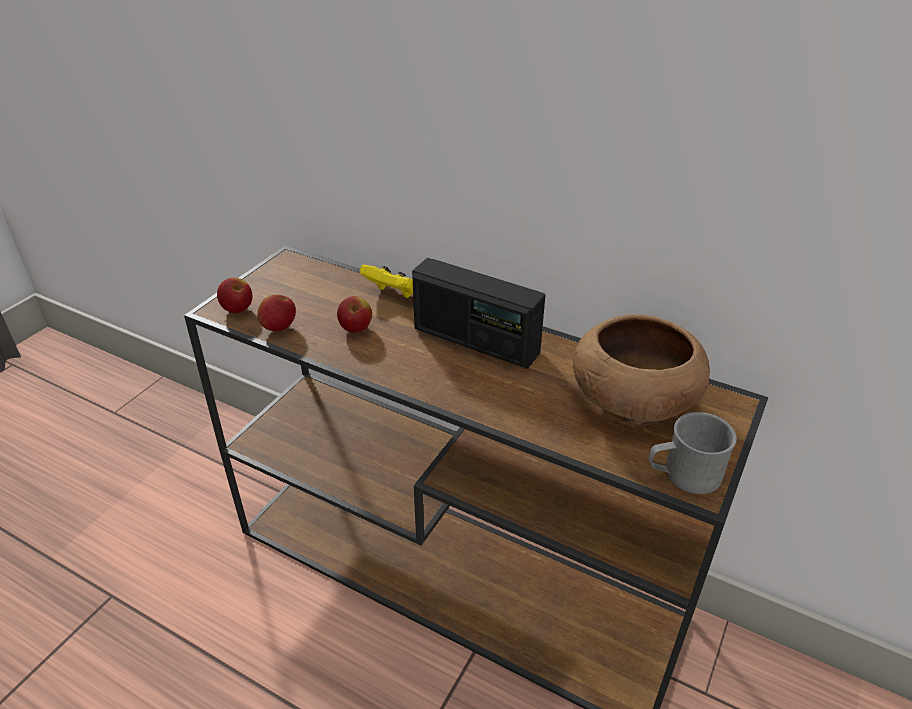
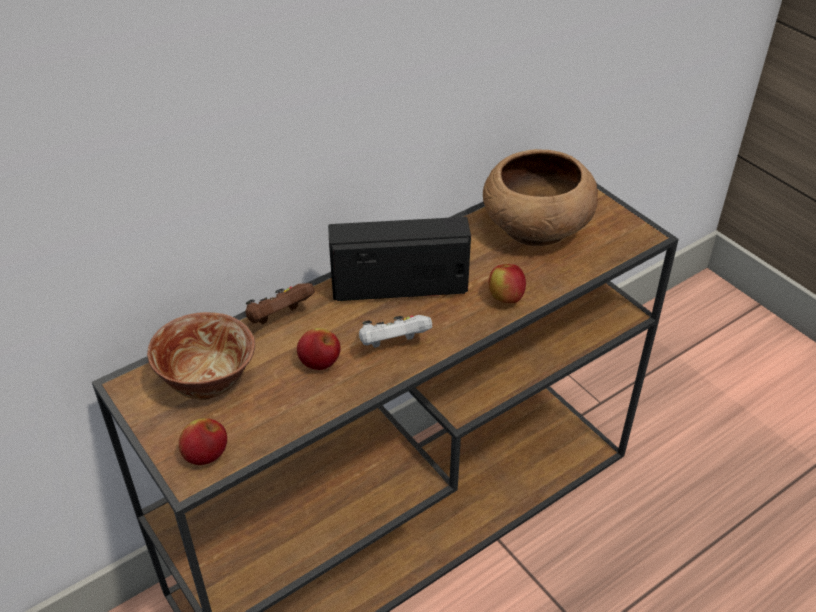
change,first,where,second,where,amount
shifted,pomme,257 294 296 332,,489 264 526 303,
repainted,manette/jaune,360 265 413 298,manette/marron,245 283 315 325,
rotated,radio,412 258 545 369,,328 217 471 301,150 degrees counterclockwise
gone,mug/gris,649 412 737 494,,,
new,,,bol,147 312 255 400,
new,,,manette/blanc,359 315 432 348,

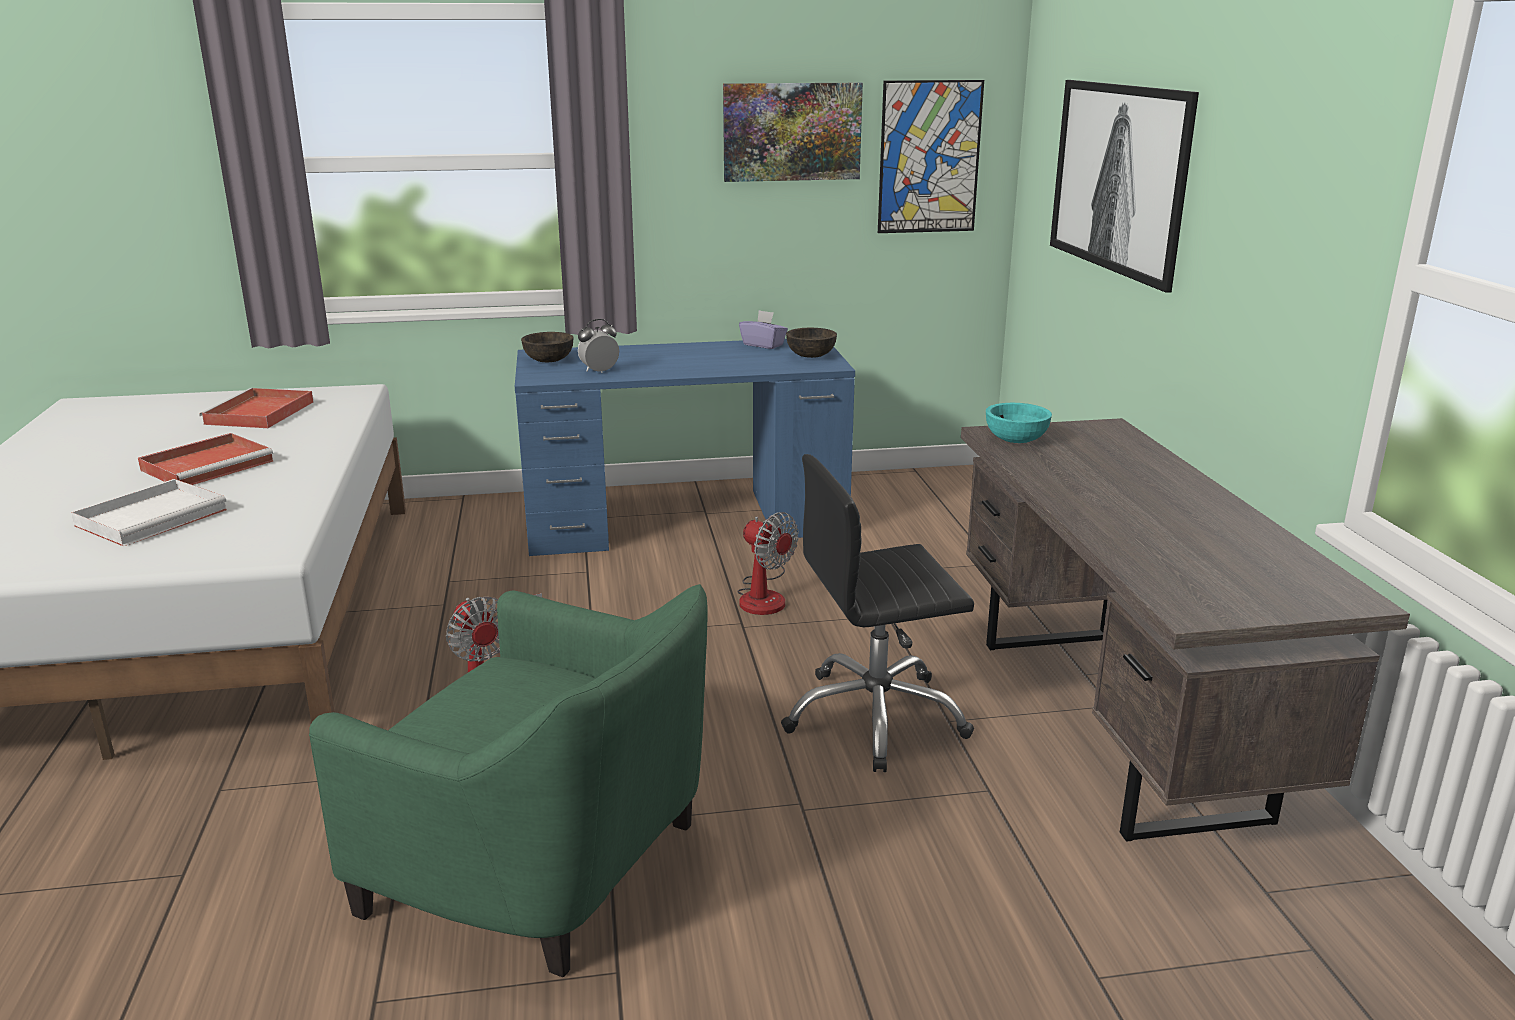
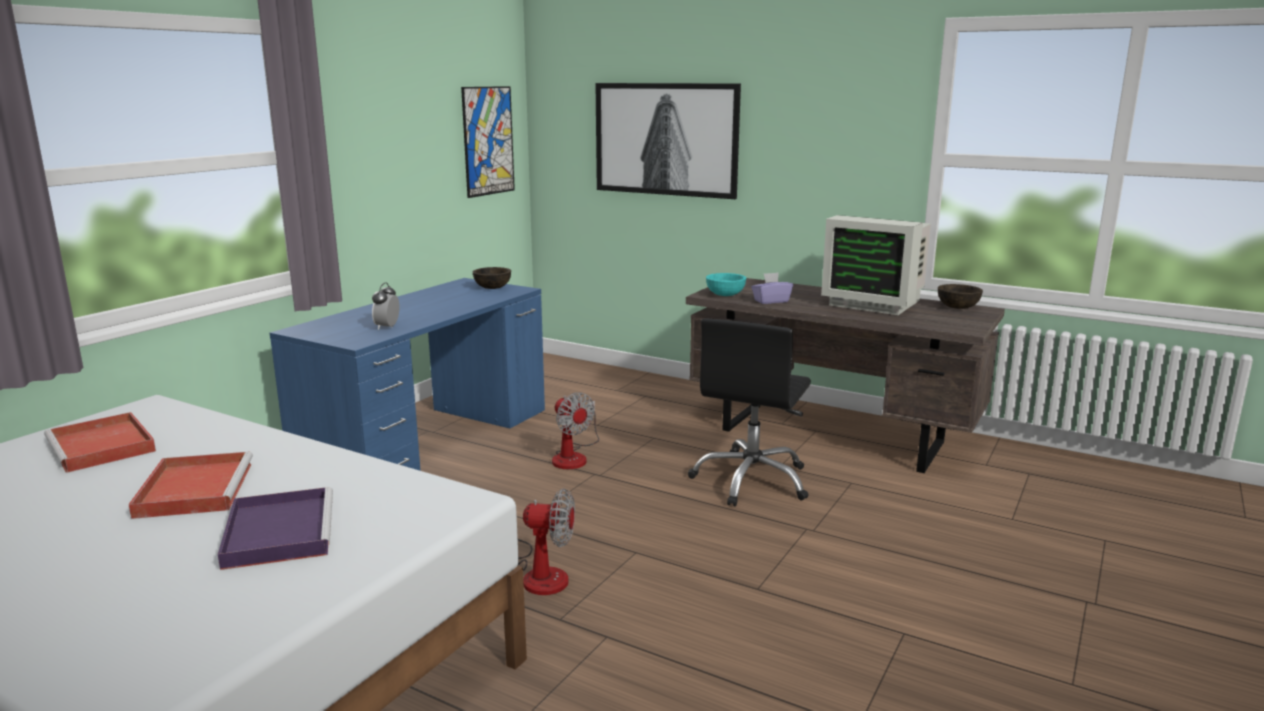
change,first,where,second,where,amount
repainted,plateau/blanc,71 479 227 546,plateau/violet,218 487 333 570,
gone,fauteuil/vert,309 584 708 977,,,
shifted,bol/marron,521 332 574 362,,938 284 983 309,
gone,tableau,723 83 863 182,,,
rotated,ventilateur,737 512 799 615,,552 392 599 469,60 degrees clockwise
shifted,boîte à mouchoirs/violet,739 310 788 349,,751 273 793 304,
new,,,écran d'ordinateur,821 215 931 315,

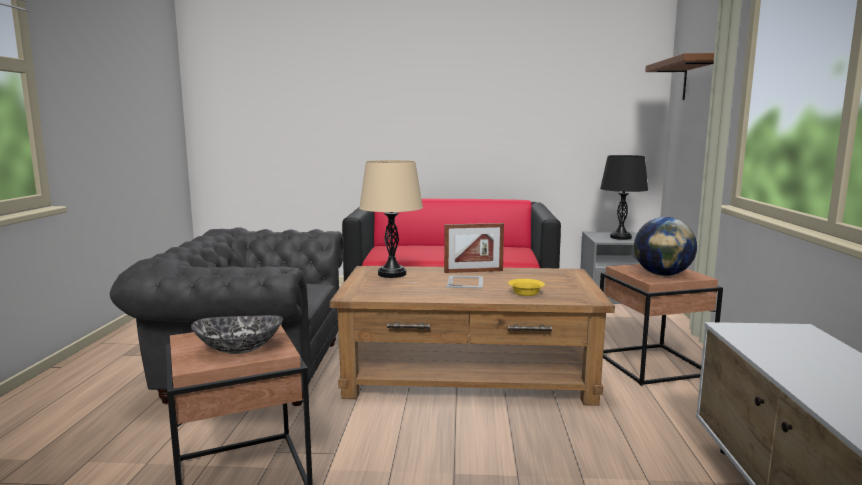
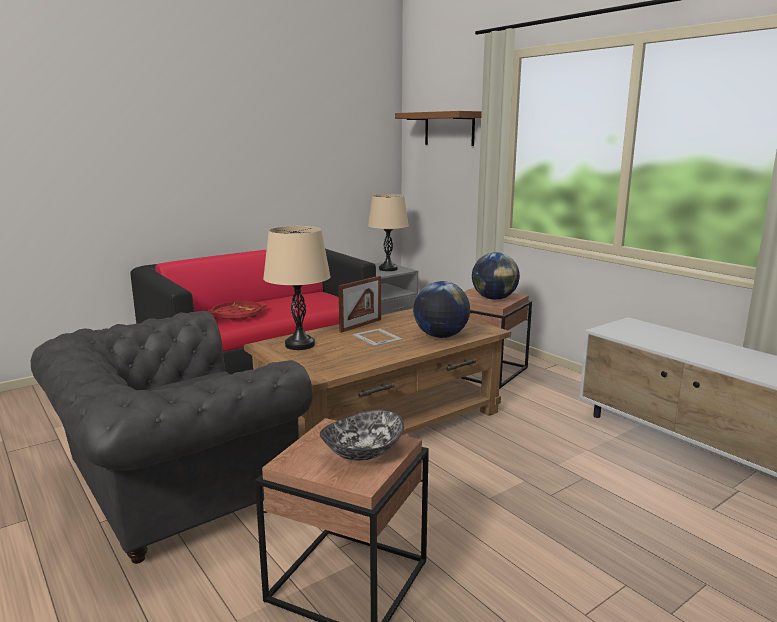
change,first,where,second,where,amount
swapped,bol/jaune,508 279 545 296,globe,413 281 470 338,
repainted,lampe de table/noir,600 155 648 240,lampe de table/beige,368 194 409 271,
new,,,plateau/rouge,208 301 267 320,

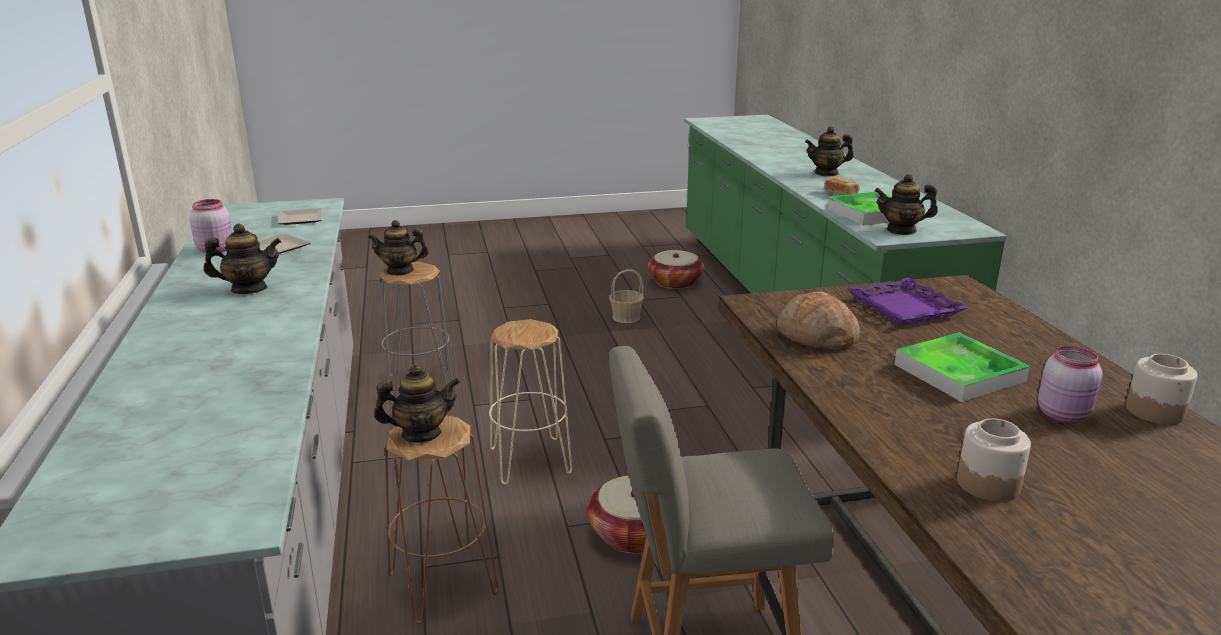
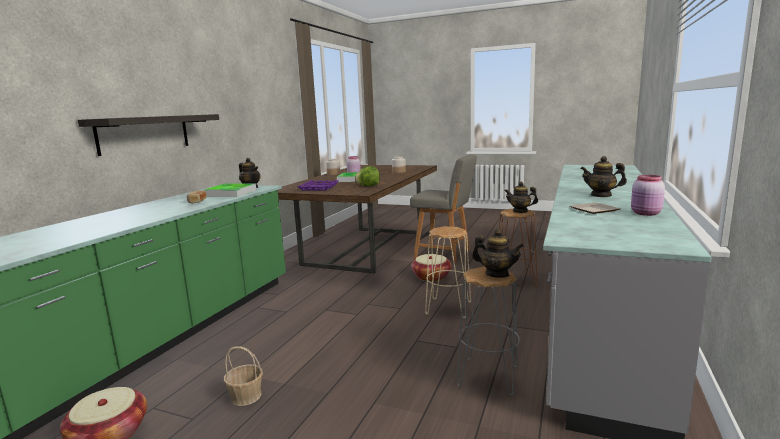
change,first,where,second,where,amount
gone,assiette,278 208 323 225,,,
swapped,pain,777 291 860 350,laitue,355 166 380 186,
gone,théière,805 126 854 176,,,
new,,,étagère,78 114 219 156,

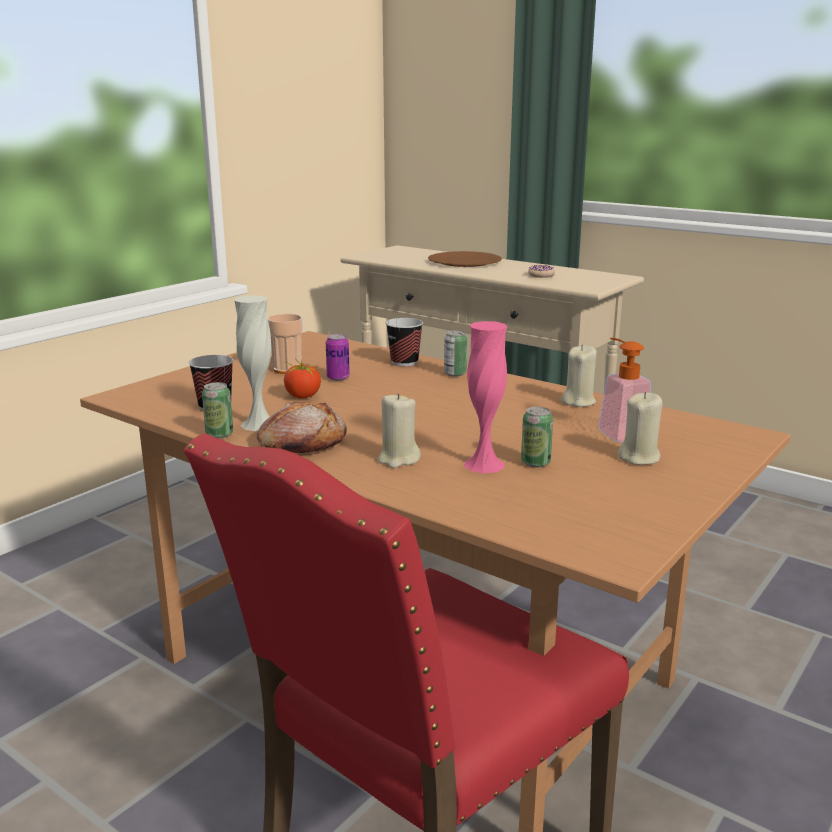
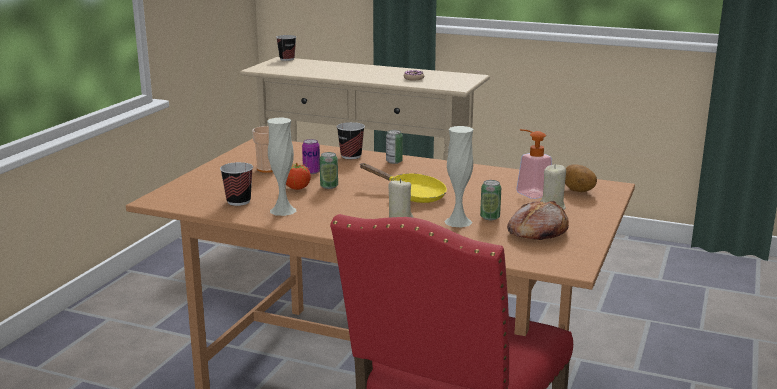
change,first,where,second,where,amount
shifted,boîte métallique,202 382 233 439,,319 152 338 189,
shifted,pain,257 402 347 453,,507 201 569 240,
gone,assiette/marron,428 251 502 267,,,
repainted,vase/rose,464 321 507 473,vase/blanc,444 126 473 227,
gone,bougie/beige,561 345 597 407,,,
new,,,tasse,276 35 296 61,
new,,,poêle/jaune,360 163 447 203,
new,,,pomme de terre,565 164 597 192,

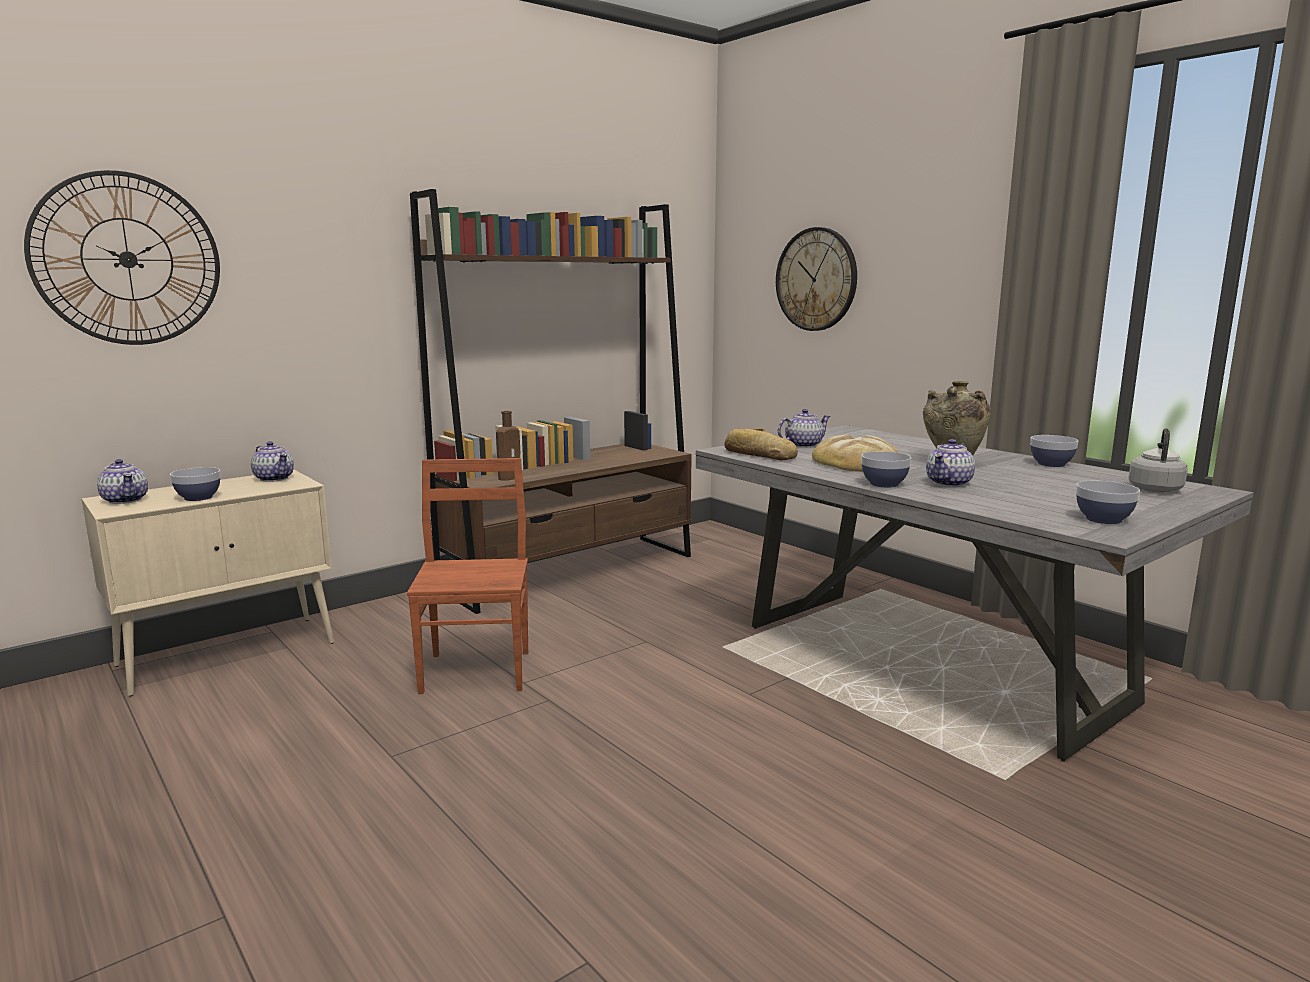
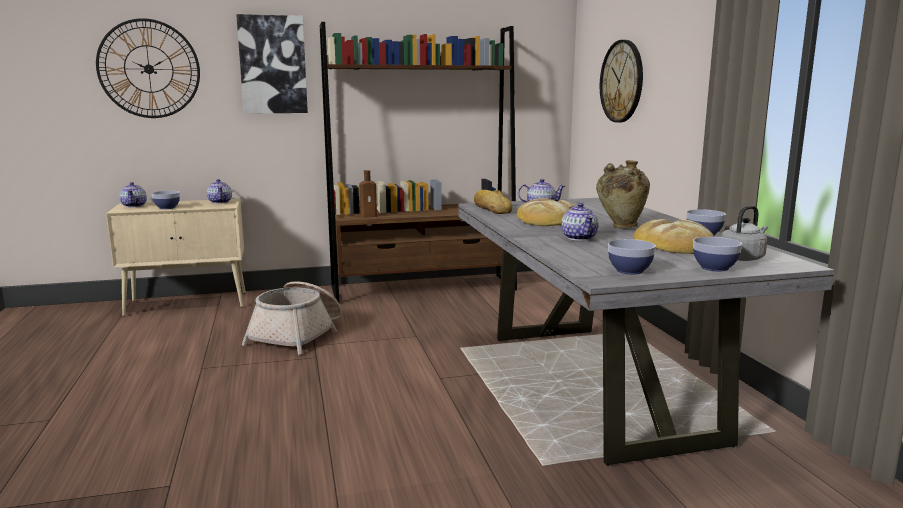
change,first,where,second,where,amount
swapped,chaise/marron,407 458 528 694,panier,242 281 342 355,
shifted,bol,861 451 911 487,,693 237 742 271,
rotated,théière,926 439 975 487,,561 203 599 241,75 degrees counterclockwise
new,,,tableau,236 14 308 114,
new,,,pain,633 219 714 254,

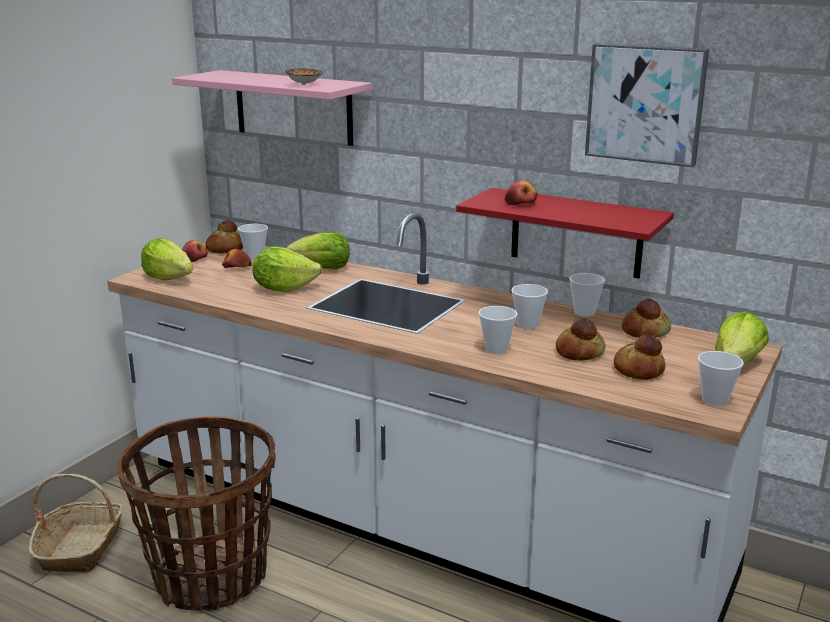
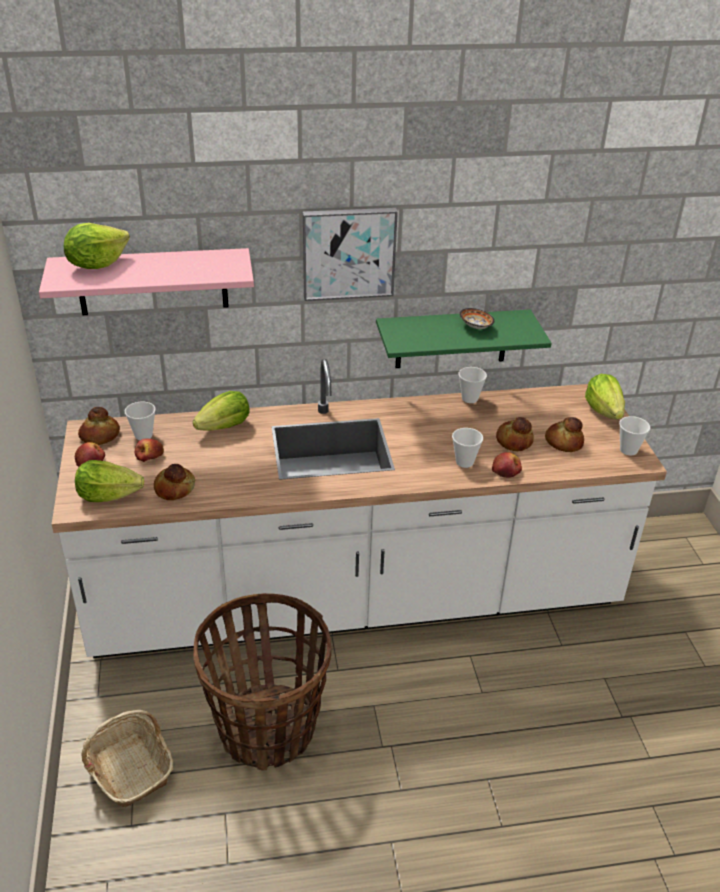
change,first,where,second,where,amount
shifted,laitue,252 247 322 292,,64 223 130 269,
shifted,bol,285 69 323 85,,460 308 494 329,
repainted,étagère/rouge,456 188 674 278,étagère/vert,376 310 552 368,
shifted,pomme,505 180 538 205,,492 452 522 478,
gone,tasse,511 284 548 329,,,
shifted,tableau,585 43 709 167,,303 208 398 301,
shifted,pain,622 298 671 338,,154 464 195 500,

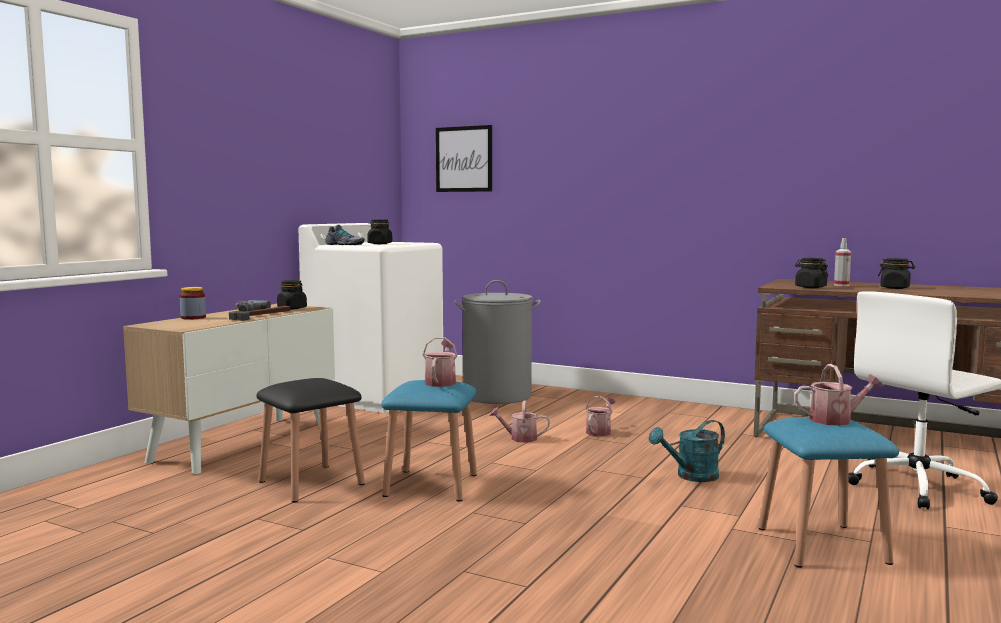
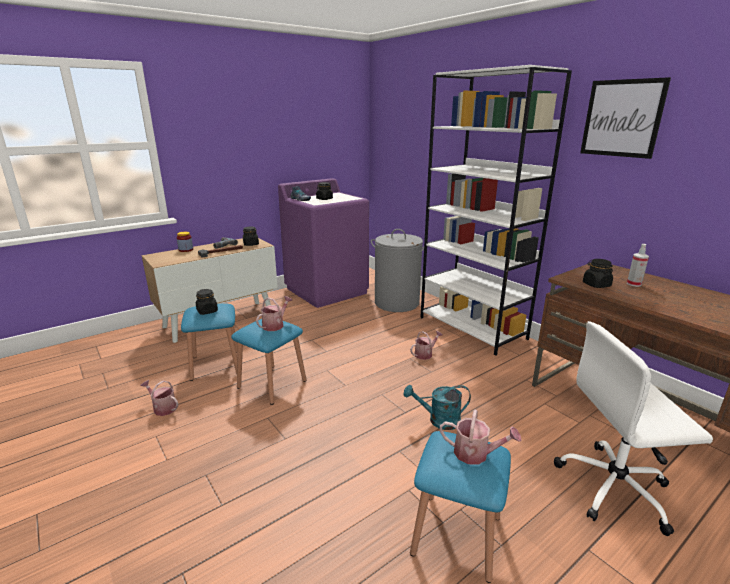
change,first,where,second,where,amount
repainted,tabouret/noir,256 378 365 503,tabouret/bleu,181 303 237 381,
repainted,lave-linge/blanc,299 223 443 413,lave-linge/violet,278 178 369 308,
shifted,tableau,436 125 492 192,,580 77 671 159,
shifted,arrosoir,489 400 550 443,,140 380 178 416,
shifted,bocal/noir,878 258 915 289,,196 289 218 315,
new,,,bibliothèque/blanc,420 65 572 356,

